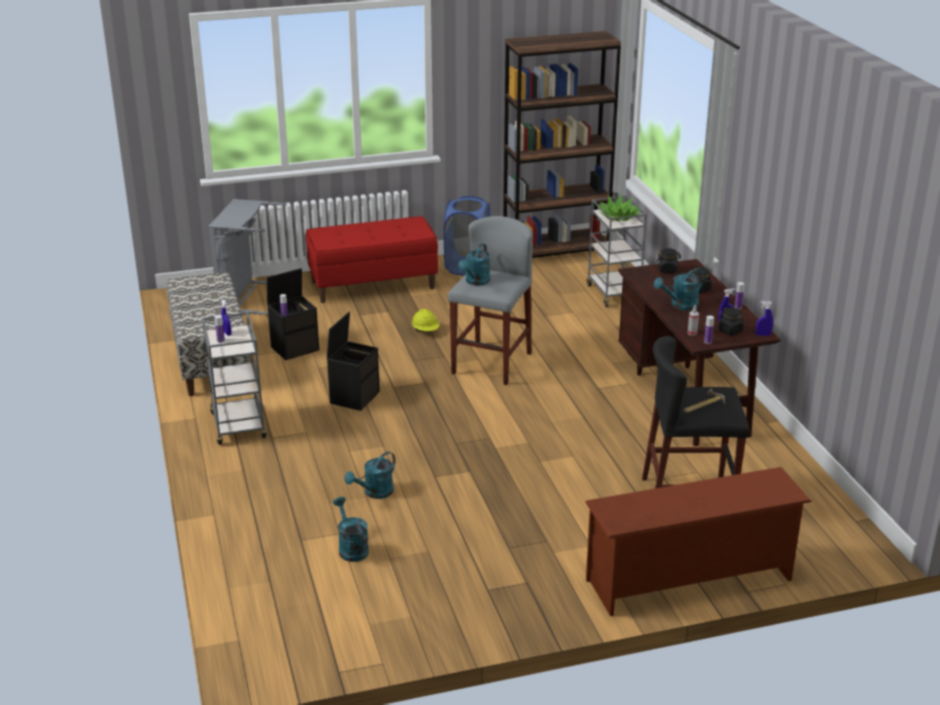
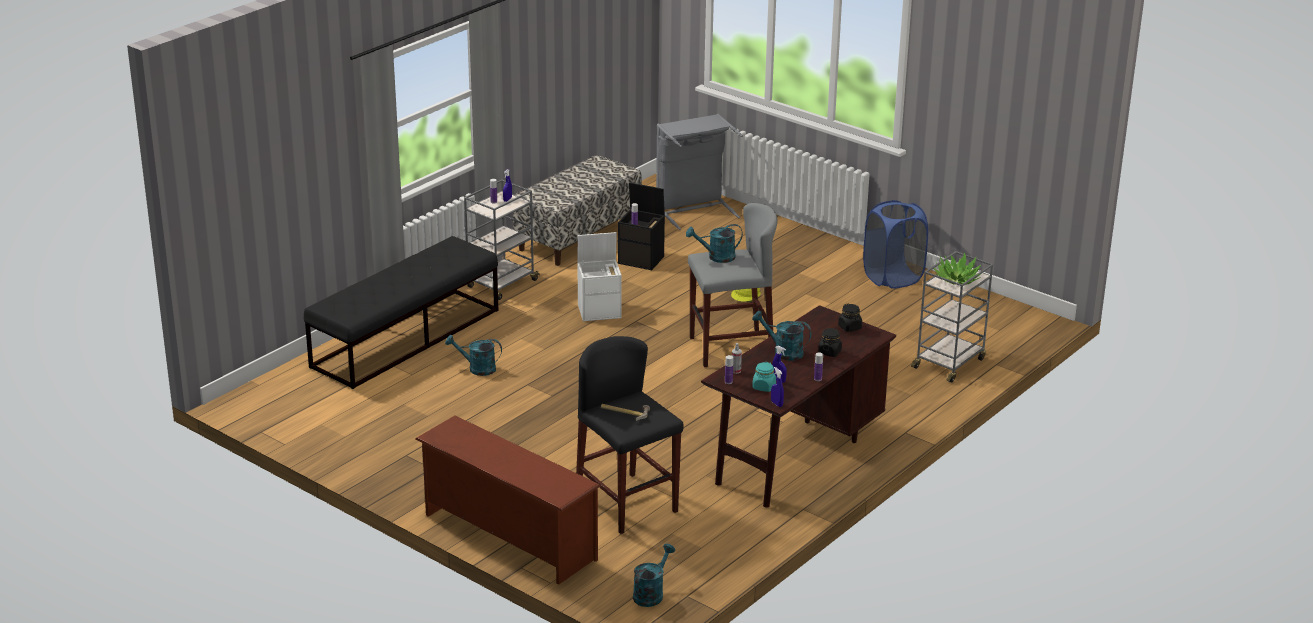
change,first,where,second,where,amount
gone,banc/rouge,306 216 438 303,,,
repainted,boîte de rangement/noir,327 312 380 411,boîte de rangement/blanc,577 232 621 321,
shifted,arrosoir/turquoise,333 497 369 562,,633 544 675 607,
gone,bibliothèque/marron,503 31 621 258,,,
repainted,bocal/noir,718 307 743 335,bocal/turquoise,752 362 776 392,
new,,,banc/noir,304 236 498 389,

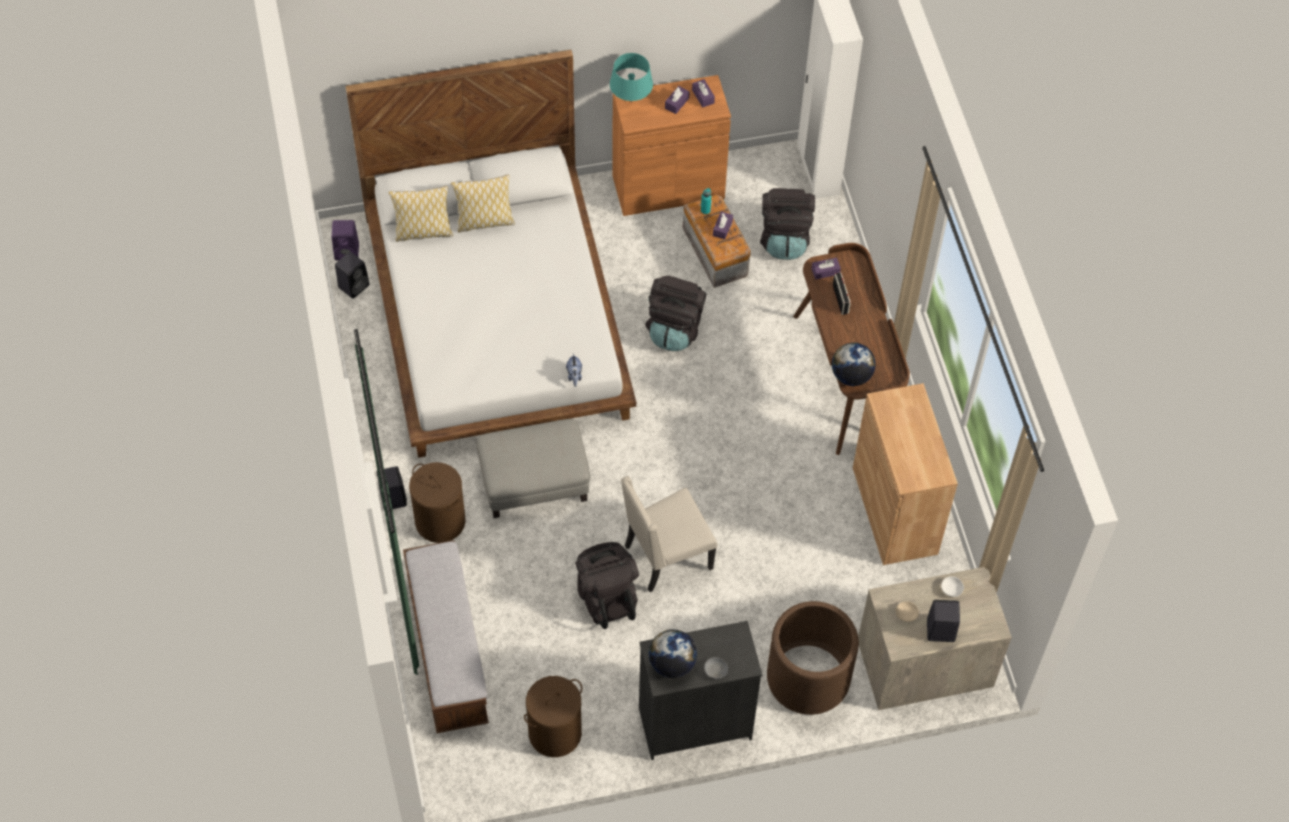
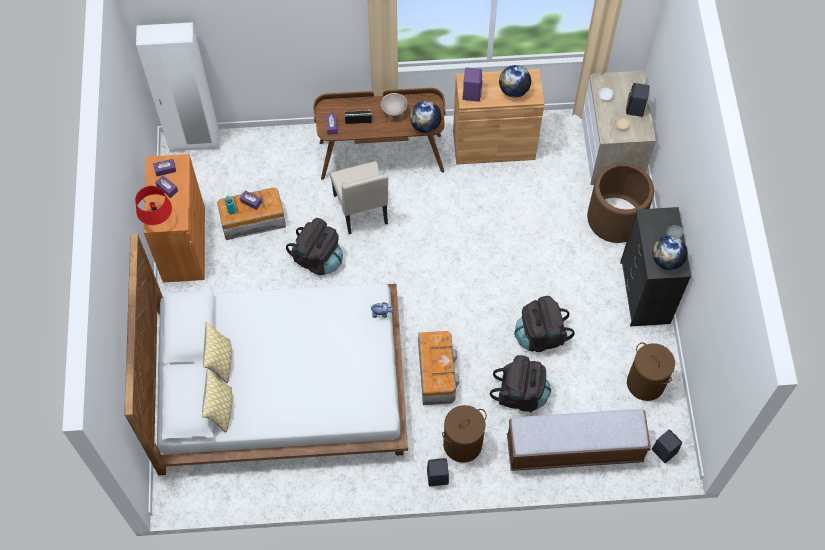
change,first,where,second,where,amount
shifted,enceinte/violet,332 220 359 260,,463 67 483 102,
shifted,enceinte/noir,335 252 369 299,,652 429 682 463,
swapped,pouf/gris,476 419 590 518,boîte de rangement,418 331 459 405,
repainted,lampe de table/turquoise,610 53 653 101,lampe de table/rouge,135 186 172 225,
shifted,chaise/beige,621 476 717 592,,330 161 389 234,
shifted,sac à dos/noir,760 188 815 260,,490 355 551 412,
new,,,bol/beige,381 93 407 121,
new,,,globe,499 65 531 98,

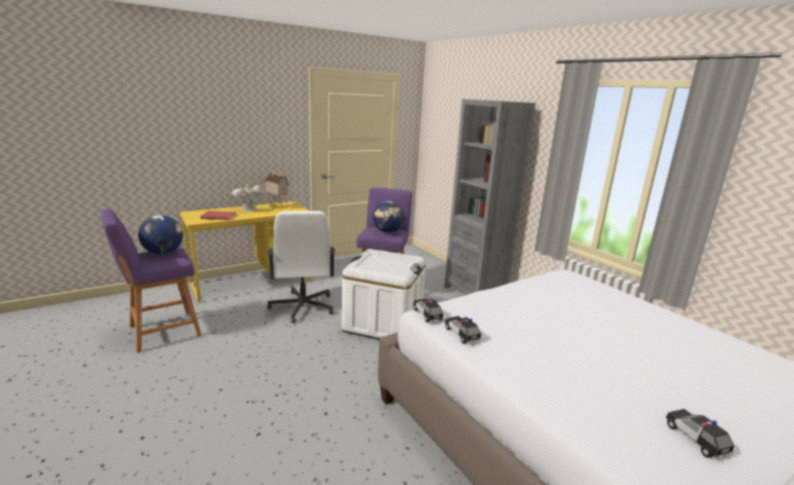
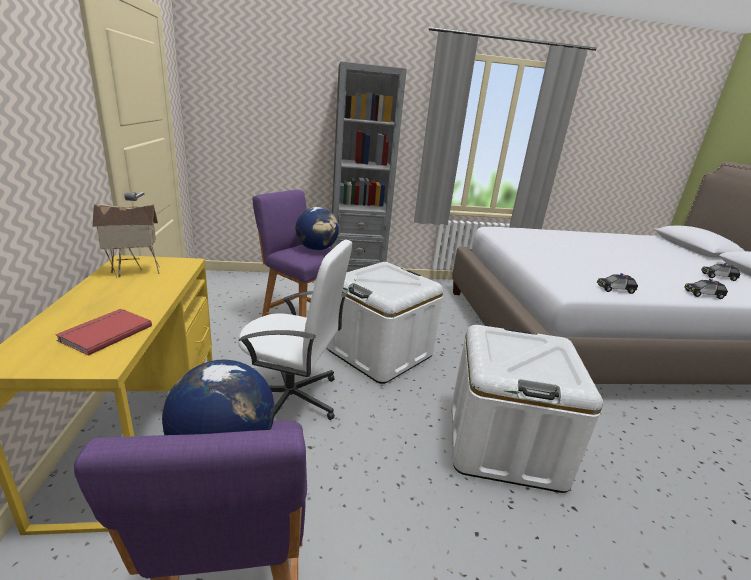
change,first,where,second,where,amount
gone,robot jouet,230 183 265 212,,,
shifted,petite voiture,413 298 443 323,,684 279 728 299,
new,,,boîte de rangement/blanc,452 325 603 493,

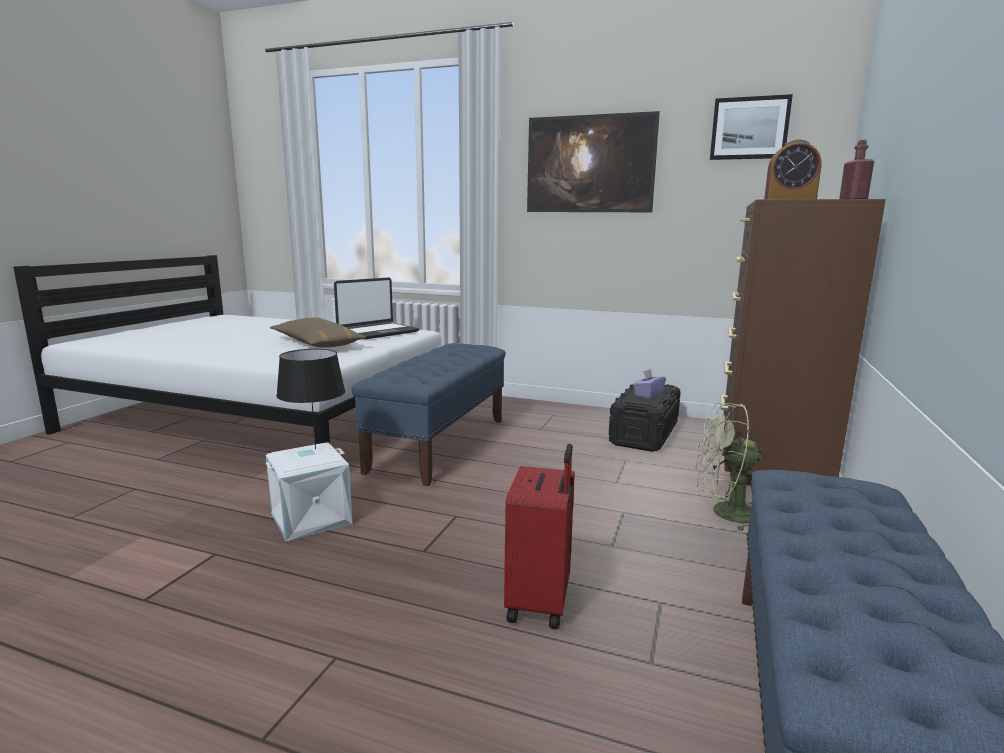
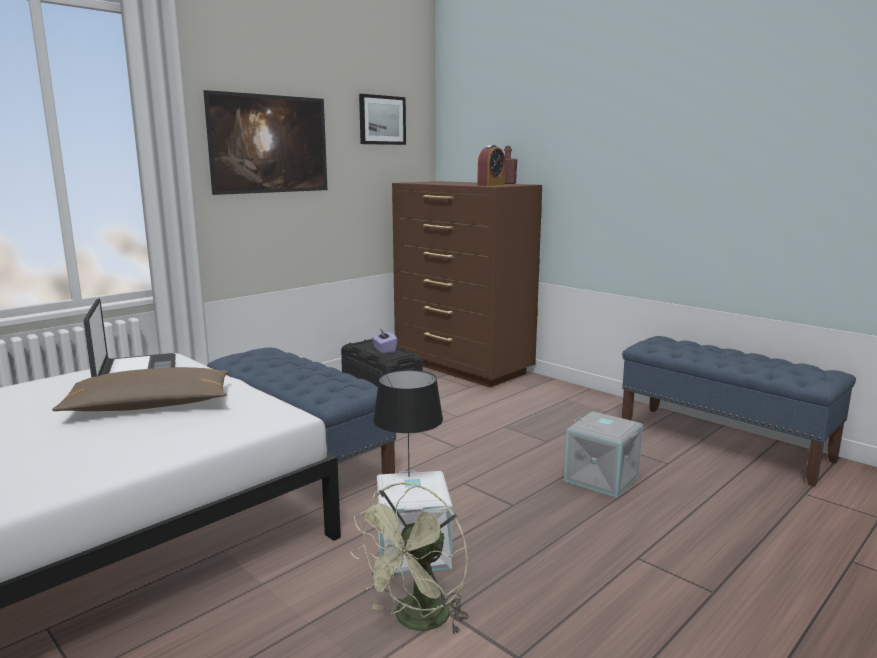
change,first,where,second,where,amount
swapped,valise/rouge,504 444 575 629,boîte de rangement/gris,564 412 643 498,
shifted,ventilateur/vert,695 403 763 532,,350 482 469 635,

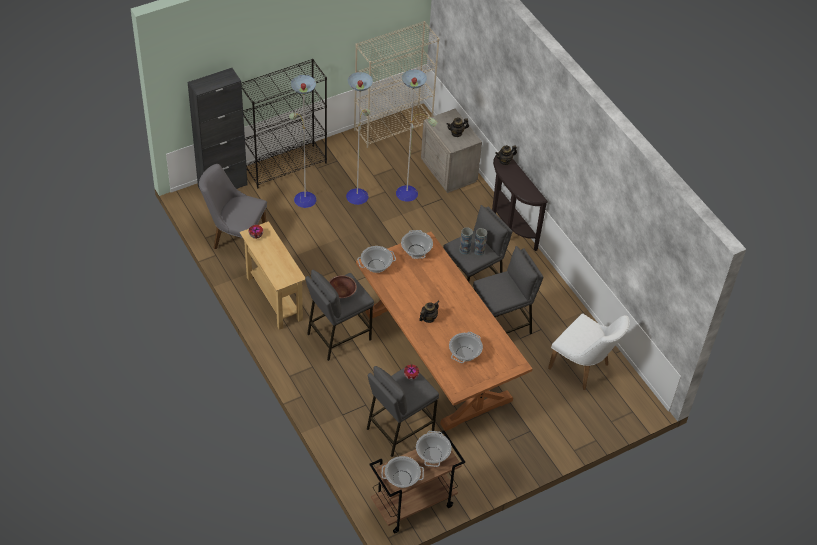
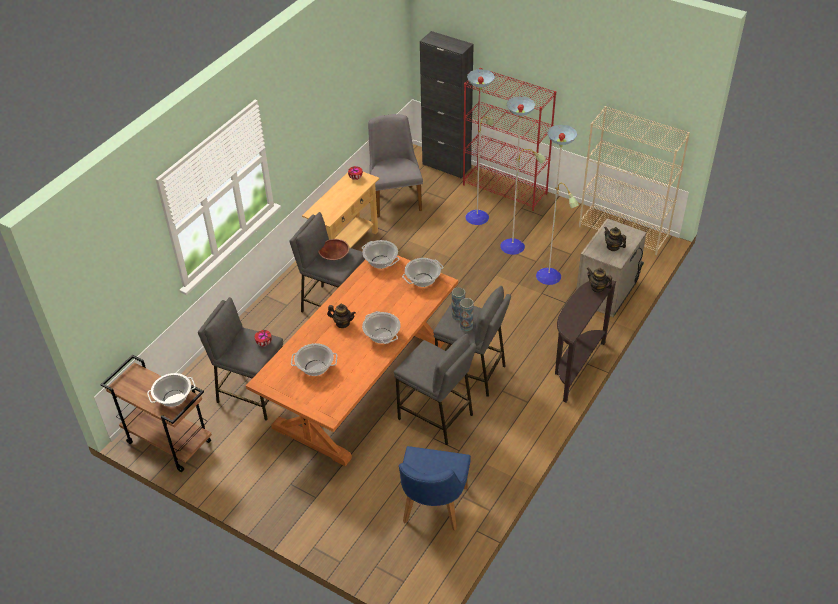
change,first,where,second,where,amount
repainted,bibliothèque/noir,241 59 327 188,bibliothèque/rouge,463 68 556 211,
shifted,marmite,382 456 424 488,,362 311 401 344,
repainted,chaise/blanc,548 313 630 390,chaise/bleu,399 446 471 531,

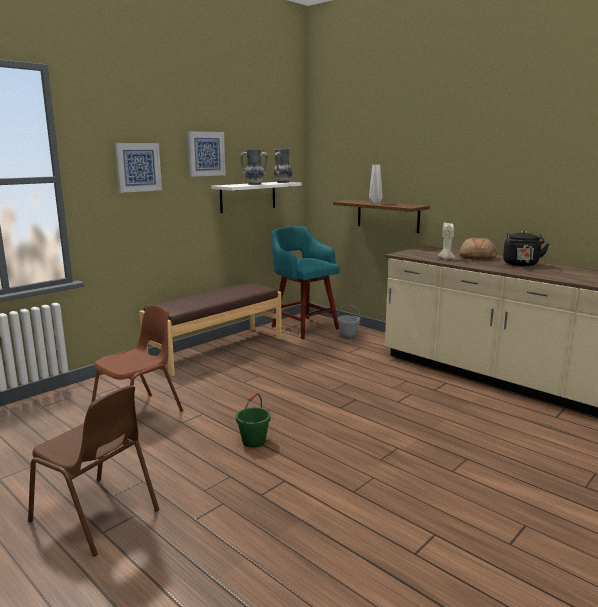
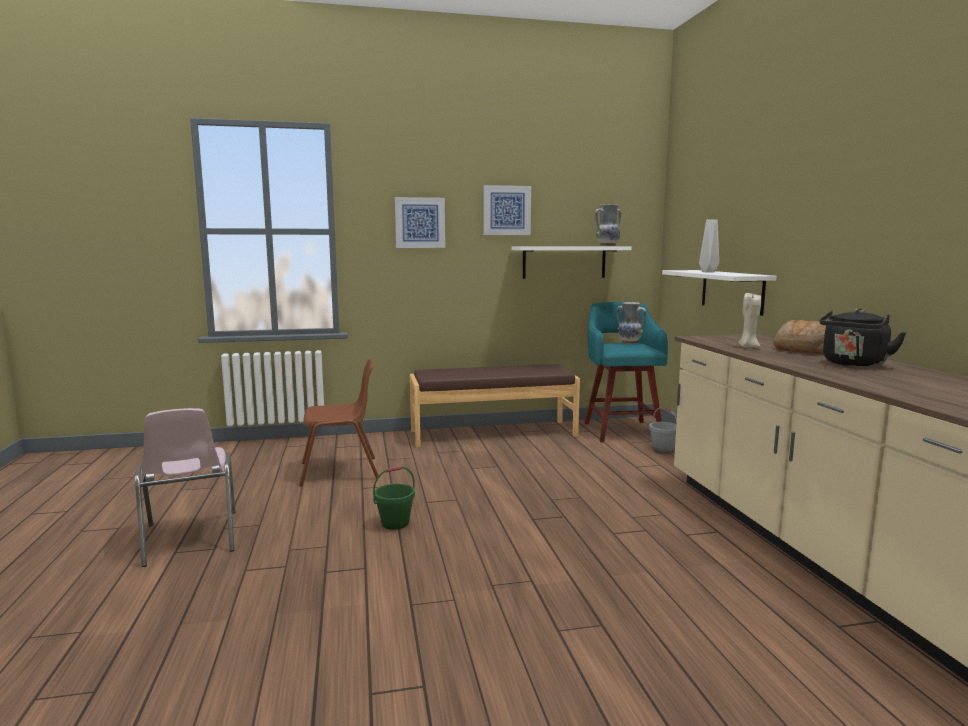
change,first,where,second,where,amount
repainted,chaise/marron,28 385 159 557,chaise/rose,135 408 235 567,
shifted,vase,241 149 268 185,,616 302 646 344,
repainted,étagère/marron,333 200 430 233,étagère/blanc,662 270 776 316,

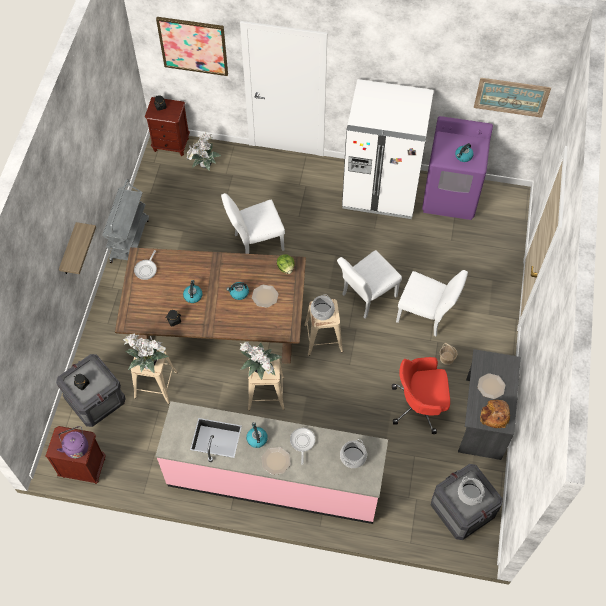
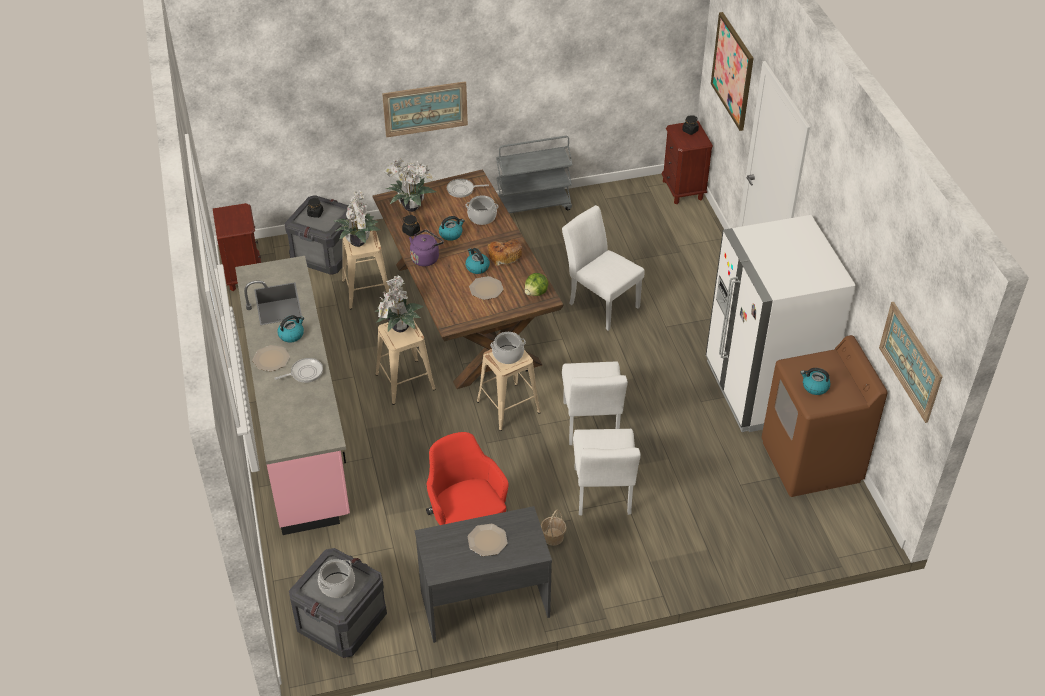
change,first,where,second,where,amount
shifted,bouilloire/violet,57 426 88 459,,409 230 444 267,
swapped,étagère,59 222 96 274,tableau,382 81 468 137,
shifted,plante en pot,187 132 222 171,,383 159 436 212,
rotated,chaise/blanc,337 250 402 318,,562 361 628 445,120 degrees counterclockwise
shifted,marmite,340 439 367 468,,466 195 498 225,
repainted,lave-linge/violet,422 116 493 220,lave-linge/marron,762 335 888 497,
shifted,pain,480 400 510 428,,488 239 522 266,

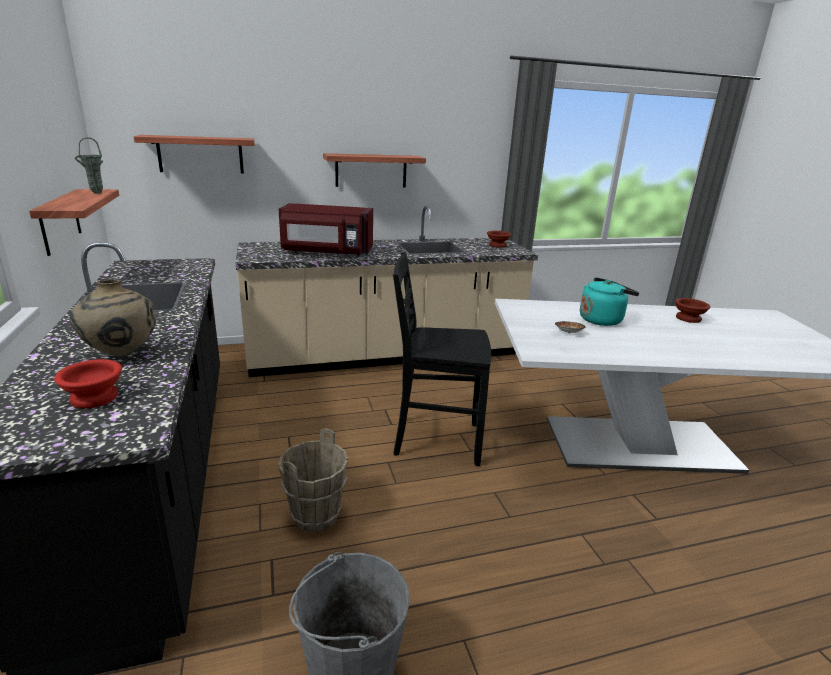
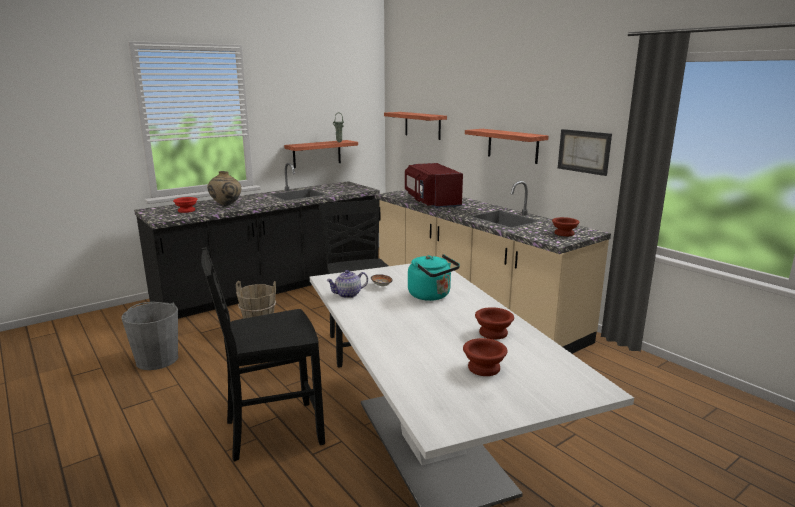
change,first,where,second,where,amount
new,,,chaise/noir,201 247 325 462,
new,,,théière,326 270 368 298,
new,,,bol/marron,463 338 508 376,
new,,,tableau,558 129 612 176,

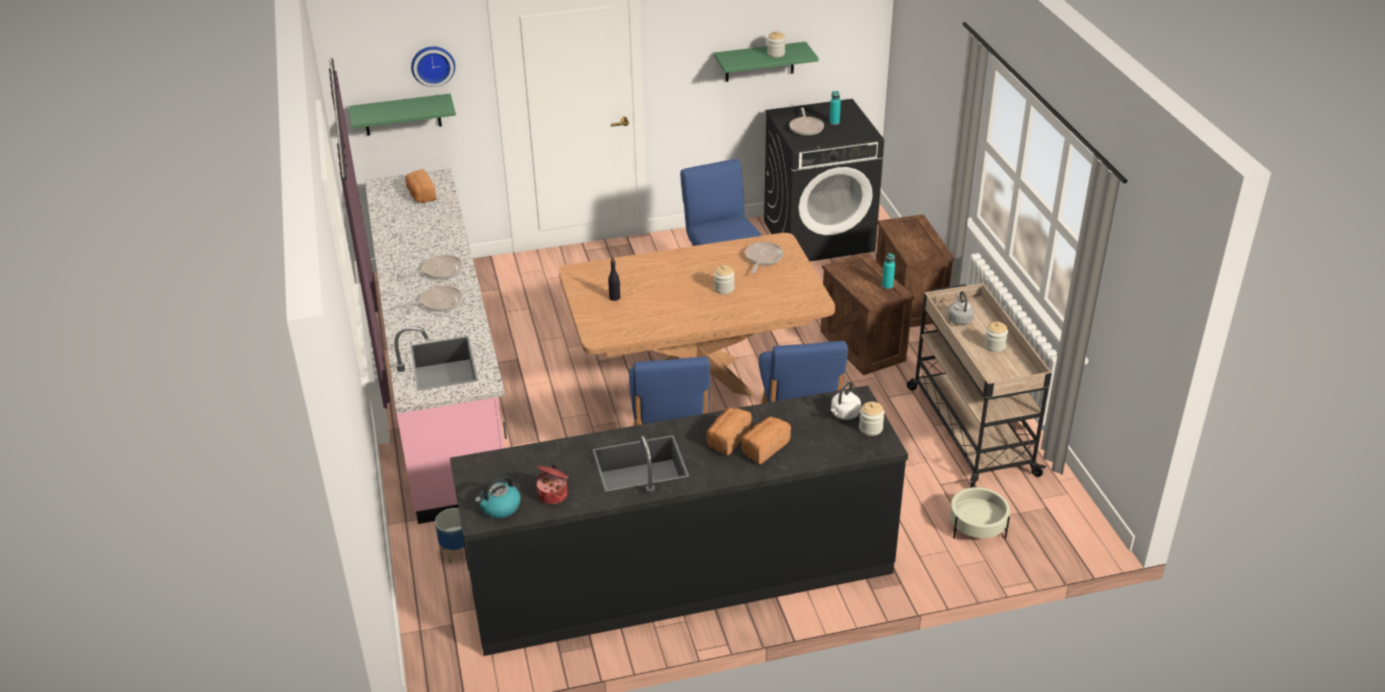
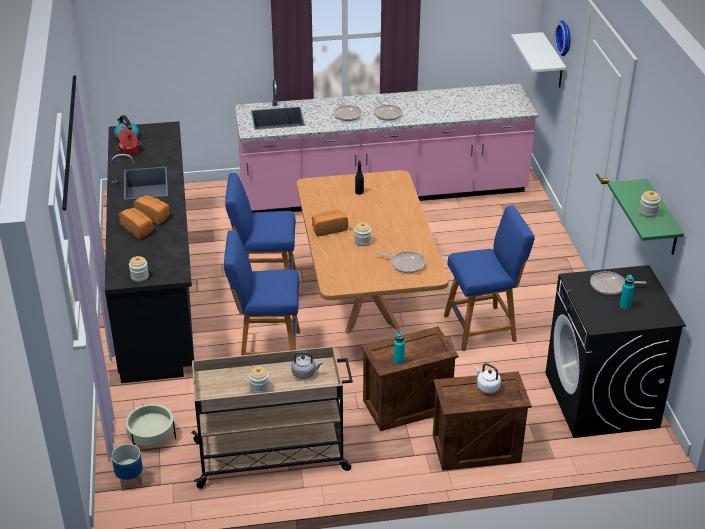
change,first,where,second,where,amount
repainted,étagère/vert,349 94 456 136,étagère/blanc,511 32 566 87,
shifted,pain,405 169 436 202,,312 210 348 236,
shifted,cache-pot,435 508 465 564,,112 444 143 491,
shifted,bouilloire/blanc,831 381 861 420,,475 363 501 393,

